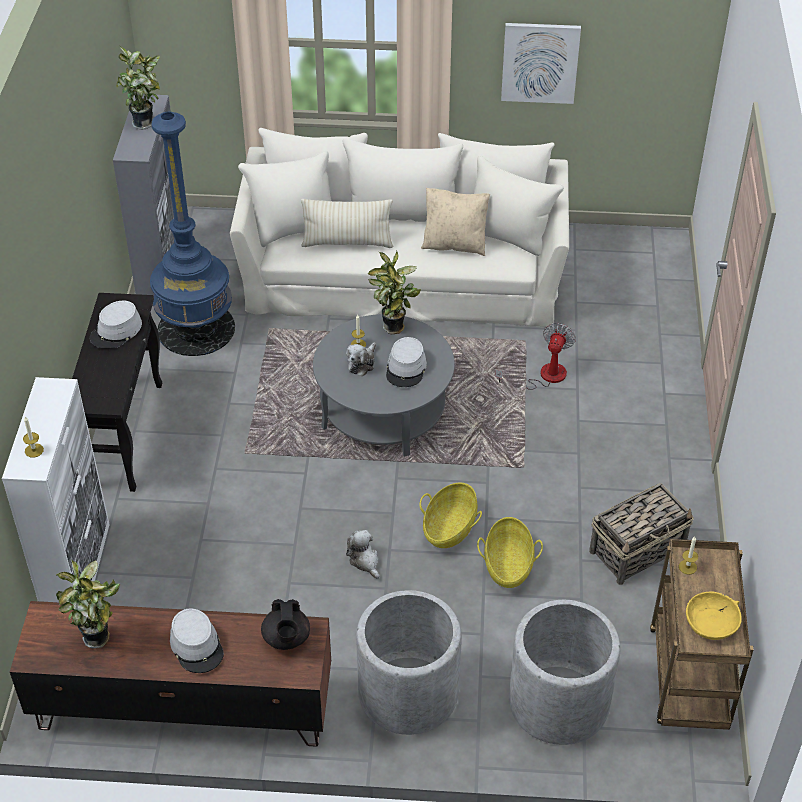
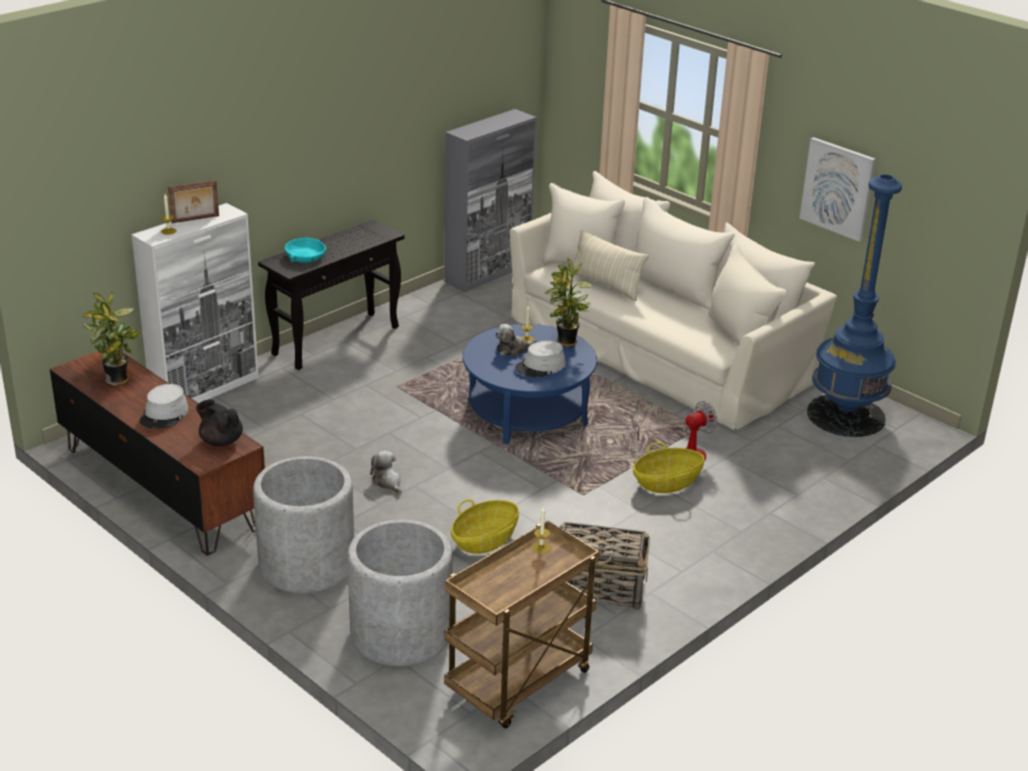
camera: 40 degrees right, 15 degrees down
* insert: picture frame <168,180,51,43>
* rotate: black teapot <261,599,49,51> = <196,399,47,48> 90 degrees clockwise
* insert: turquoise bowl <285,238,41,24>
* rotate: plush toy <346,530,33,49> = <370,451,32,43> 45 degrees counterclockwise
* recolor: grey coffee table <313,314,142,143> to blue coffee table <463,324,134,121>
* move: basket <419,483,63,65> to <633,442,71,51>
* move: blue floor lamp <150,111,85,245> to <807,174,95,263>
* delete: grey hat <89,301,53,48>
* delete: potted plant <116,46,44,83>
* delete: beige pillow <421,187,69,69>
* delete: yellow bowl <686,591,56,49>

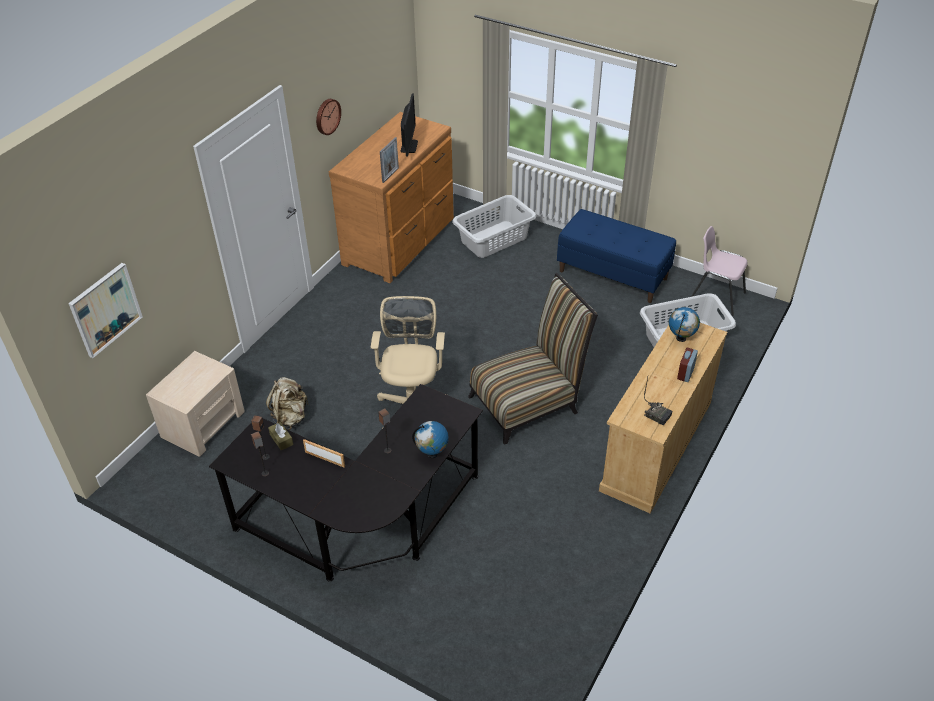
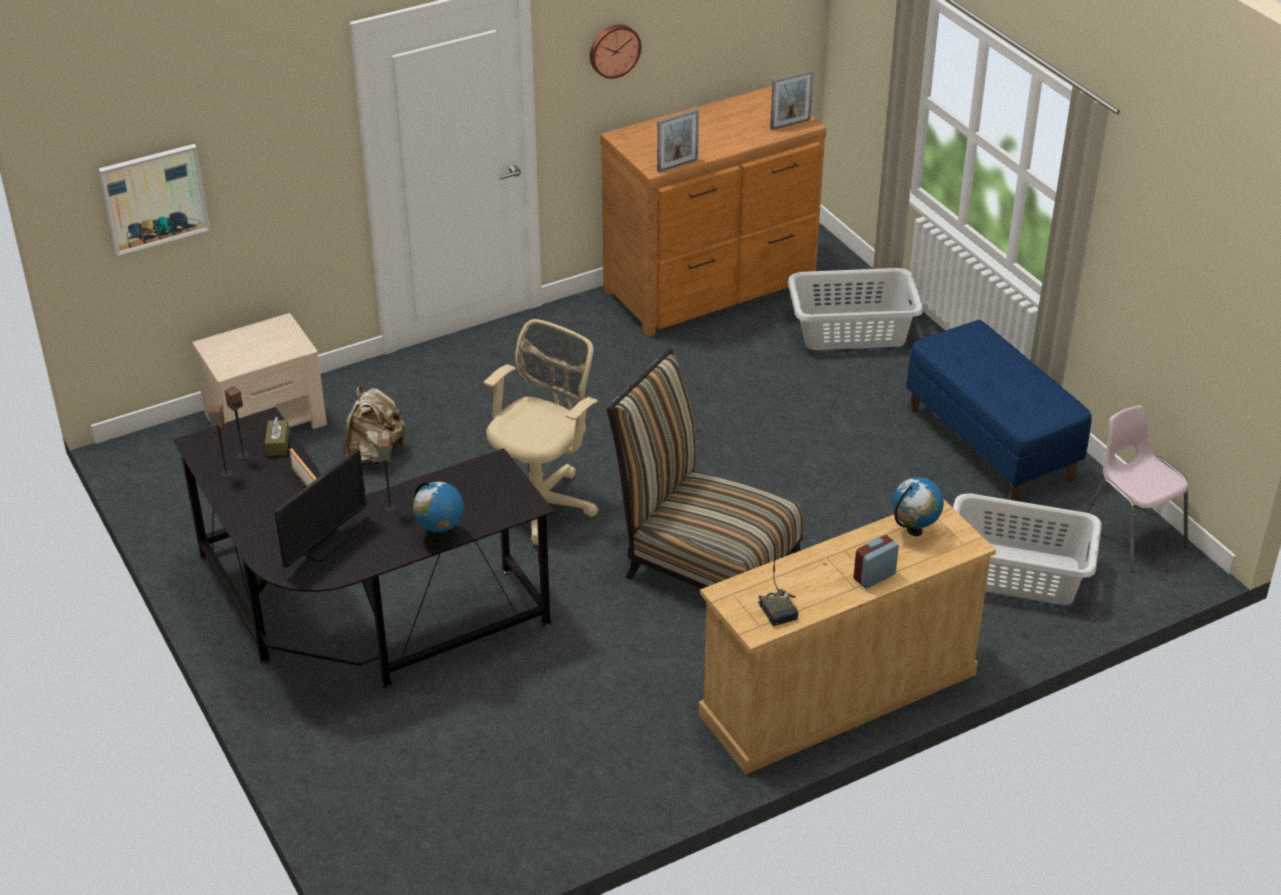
camera: 30 degrees right, 5 degrees down
* move: monitor <401,93,17,64> to <275,449,91,119>
* rotate: chair <468,273,130,172> = <606,348,198,241> 150 degrees counterclockwise
* insert: picture frame <770,70,44,60>

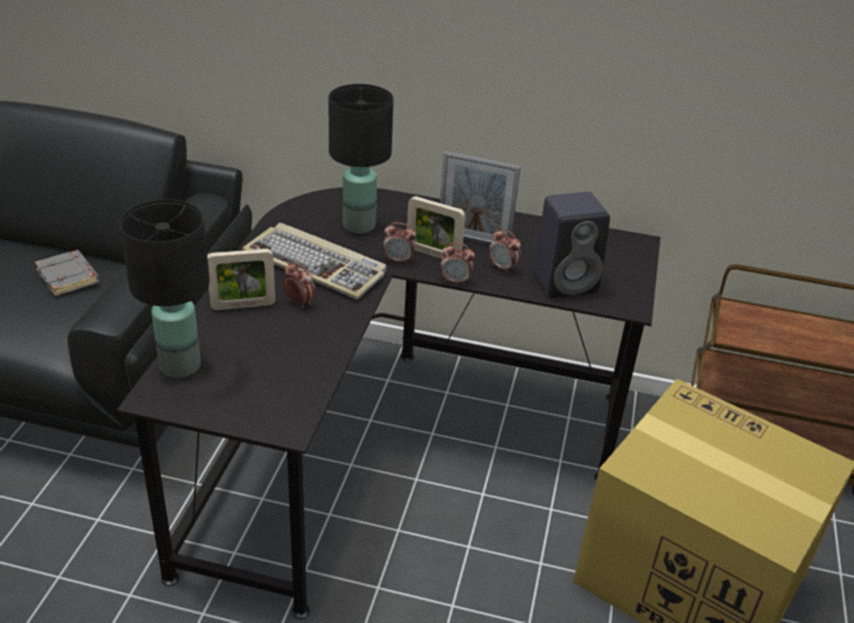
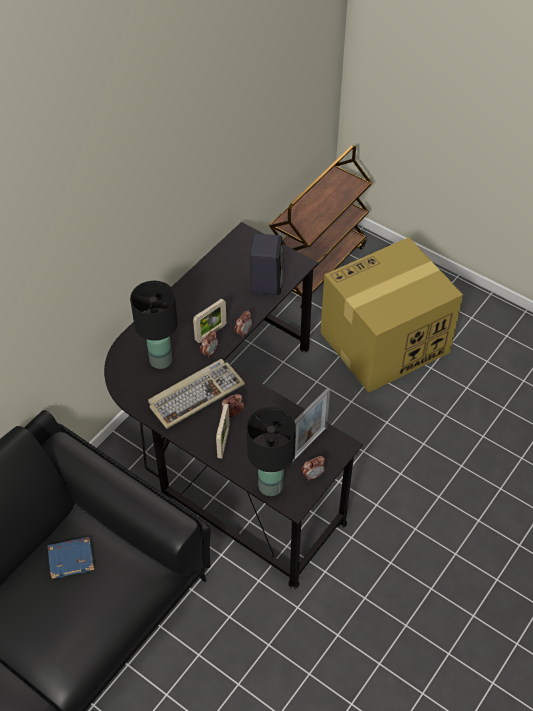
camera: 65 degrees left, 15 degrees up
* recolor: grey book <35,250,65,46> to blue book <48,537,46,42>
* move: picture frame <440,151,81,94> to <292,388,38,74>
* move: alarm clock <489,229,32,44> to <302,456,23,25>

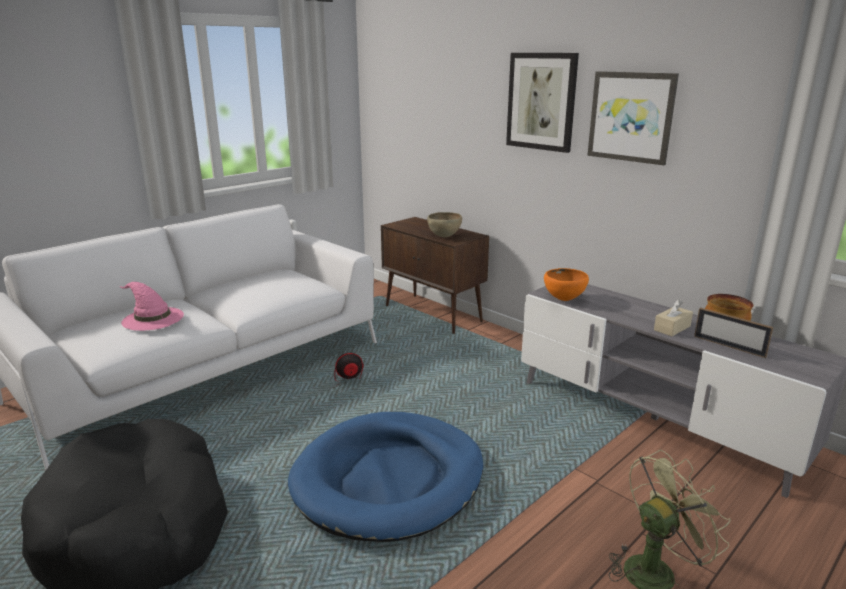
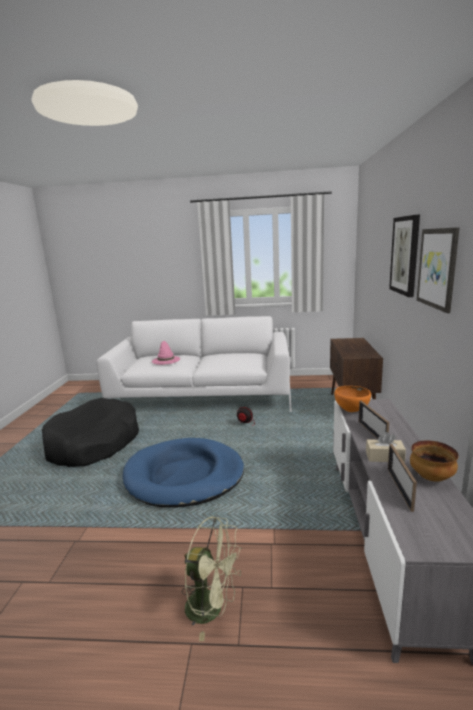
camera: 50 degrees right, 5 degrees down
* insert: picture frame <359,401,30,38>
* delete: brown bowl <427,212,35,25>

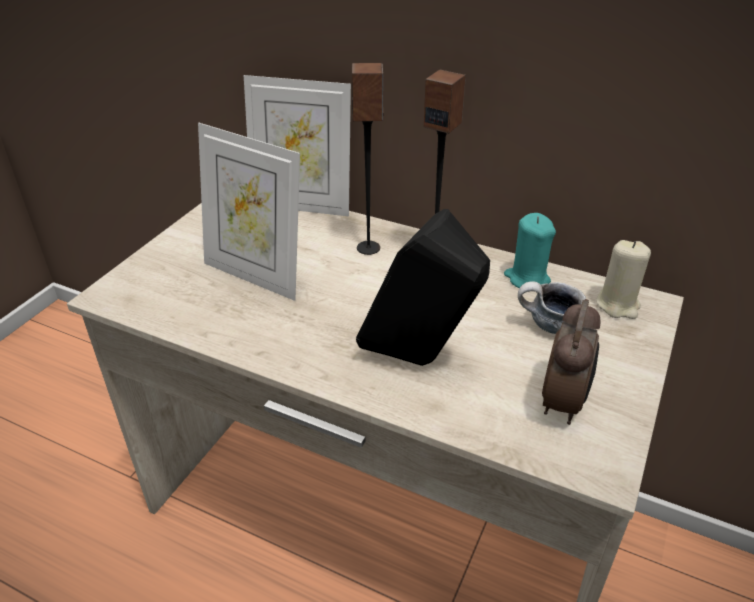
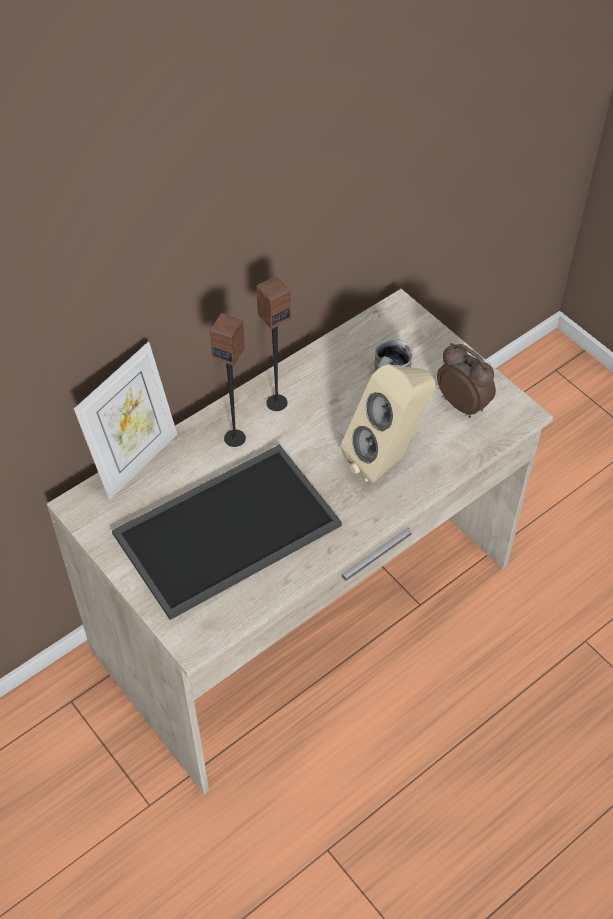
camera: 65 degrees left, 15 degrees up
* replace: picture frame <198,123,102,178> to tray <112,445,230,175>
* recolor: black speaker <356,209,134,157> to beige speaker <341,364,94,122>
* delete: turquoise candle <504,213,52,75>
* delete: beige candle <596,240,55,79>

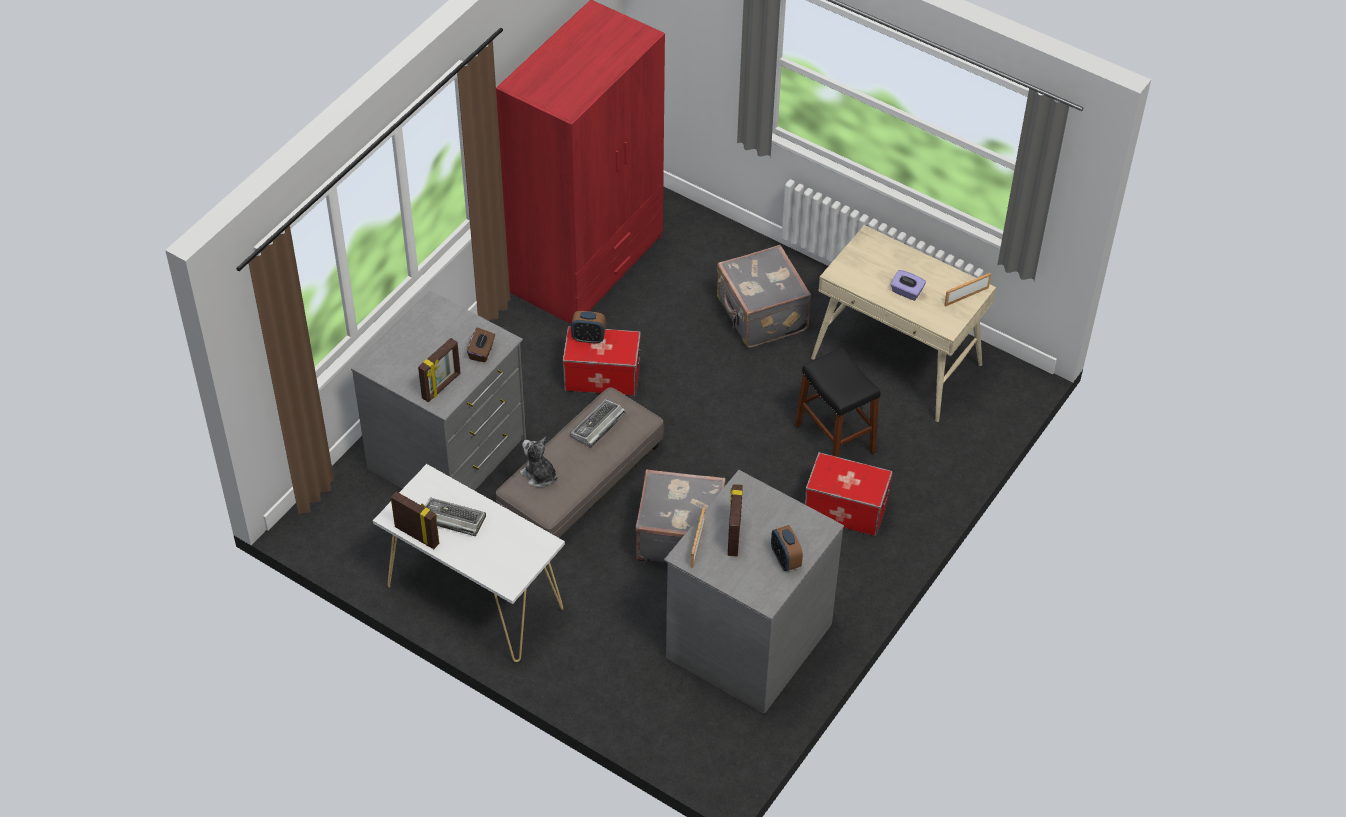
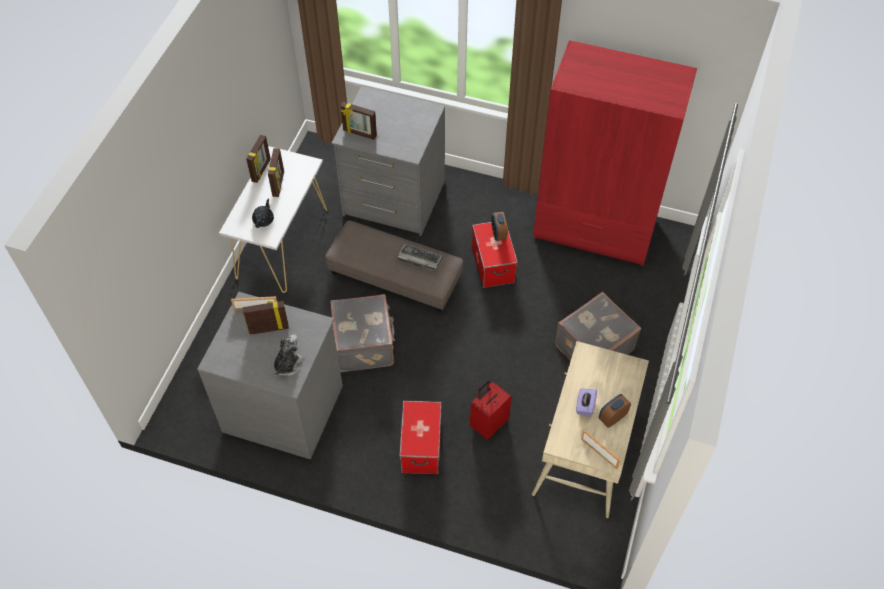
camera: 75 degrees right, 5 degrees up
* insert: black teapot <252,198,22,30>
* replace: keyboard <425,497,61,39> to picture frame <268,148,16,49>
* move: plush toy <520,437,38,51> to <274,334,30,42>
* replace: black stool <795,347,86,110> to red suitcase <470,380,42,60>
* move: alarm clock <771,525,32,46> to <599,394,32,34>
* delete: brown tissue box <467,327,28,35>

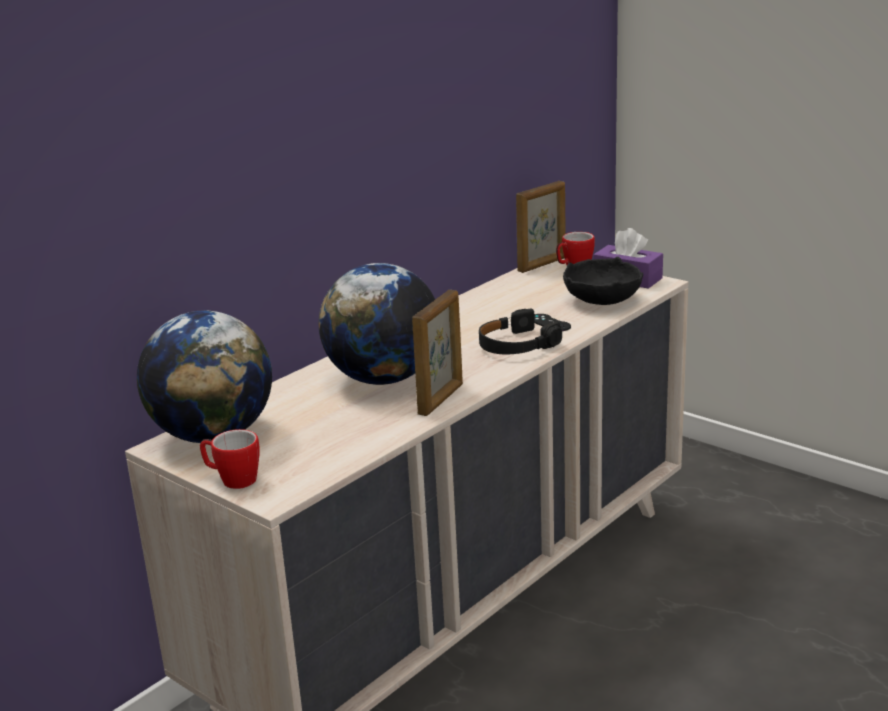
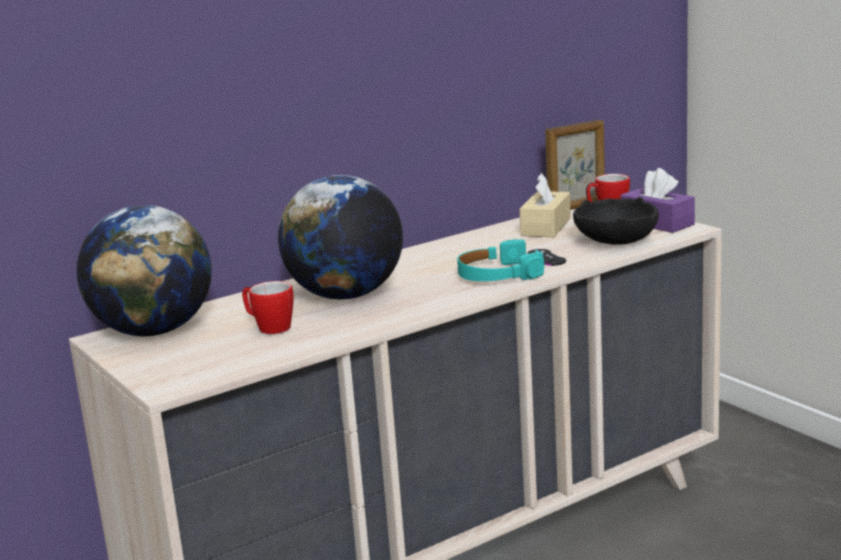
camera: 15 degrees right, 5 degrees down
* move: mug <200,429,60,60> to <242,281,52,53>
* recolor: black headphones <479,309,83,45> to turquoise headphones <457,239,87,42>
* insert: beige tissue box <520,173,51,64>
* delete: picture frame <412,290,51,126>

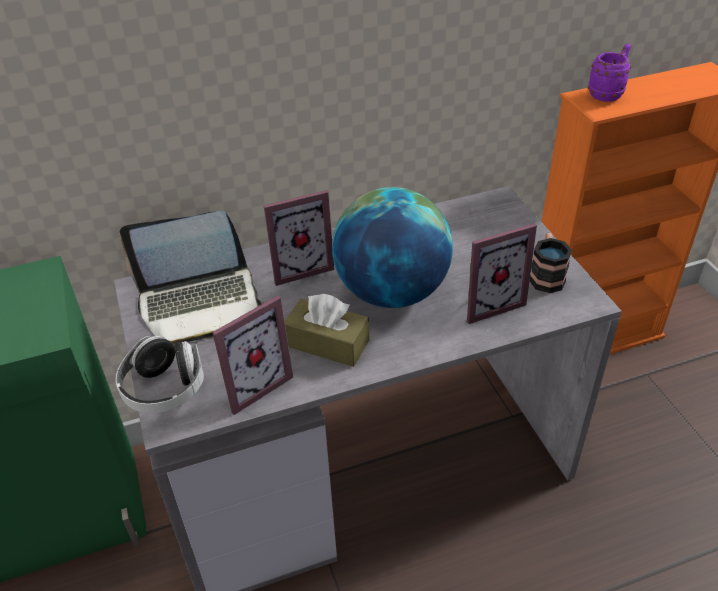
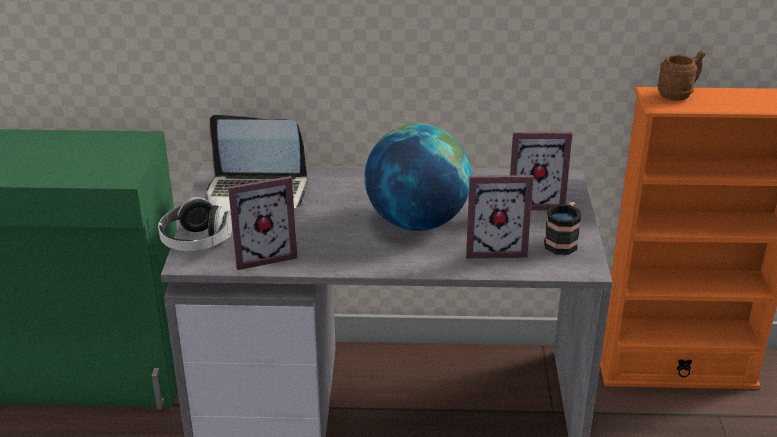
camera: 20 degrees right, 10 degrees down
* move: picture frame <264,190,71,96> to <510,132,63,79>
* recolor: purple mug <588,43,43,59> to brown mug <658,51,48,50>
* delete: brown tissue box <285,294,84,73>

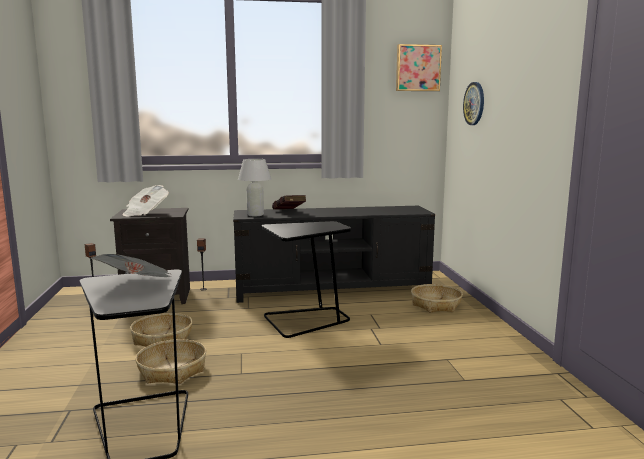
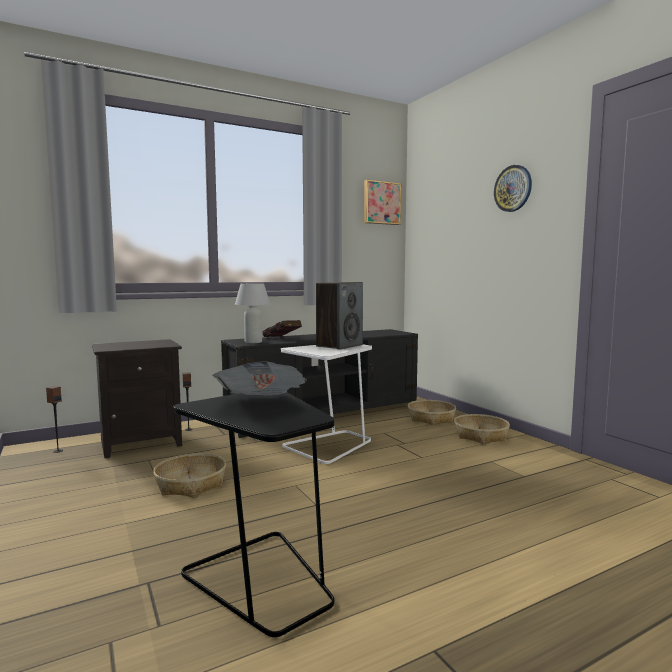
camera: 20 degrees left, 5 degrees down
* recolor: black side table <262,221,89,117> to white side table <281,345,91,119>
* insert: speaker <316,282,47,68>
* move: basket <135,339,71,45> to <454,414,56,30>
* move: wall clock <463,82,21,43> to <494,165,38,47>
* delete: newspaper <122,185,47,31>

